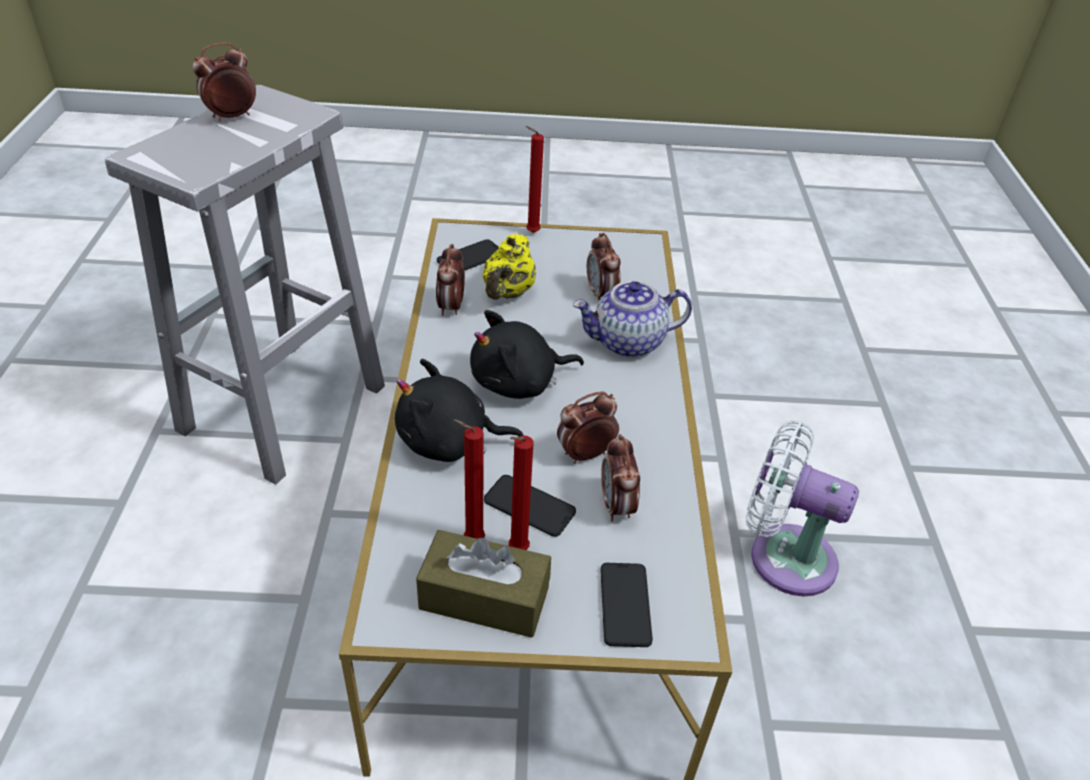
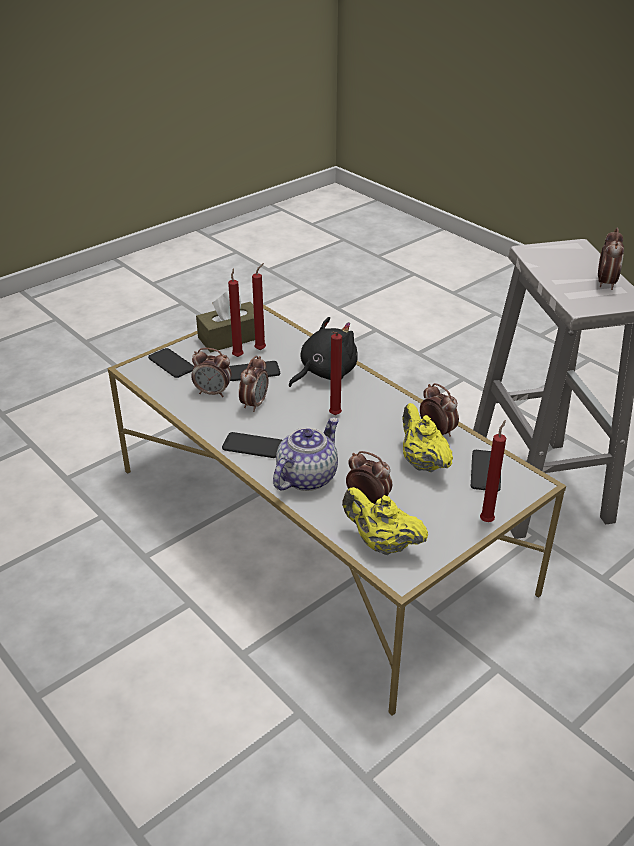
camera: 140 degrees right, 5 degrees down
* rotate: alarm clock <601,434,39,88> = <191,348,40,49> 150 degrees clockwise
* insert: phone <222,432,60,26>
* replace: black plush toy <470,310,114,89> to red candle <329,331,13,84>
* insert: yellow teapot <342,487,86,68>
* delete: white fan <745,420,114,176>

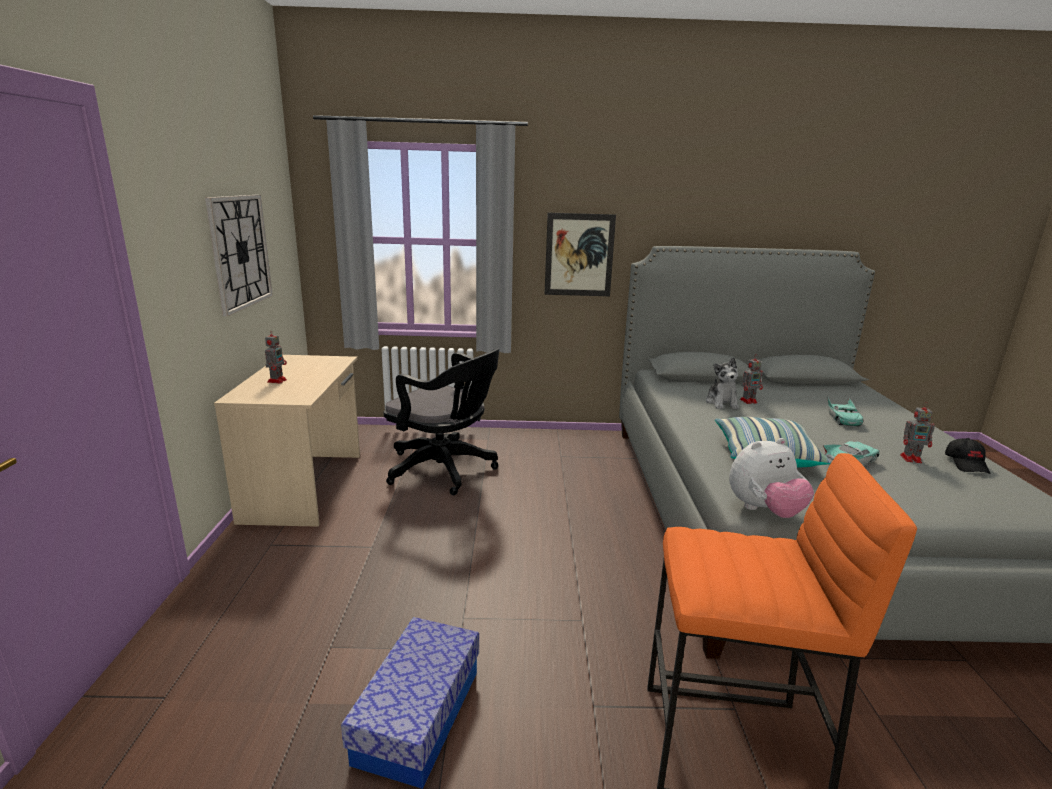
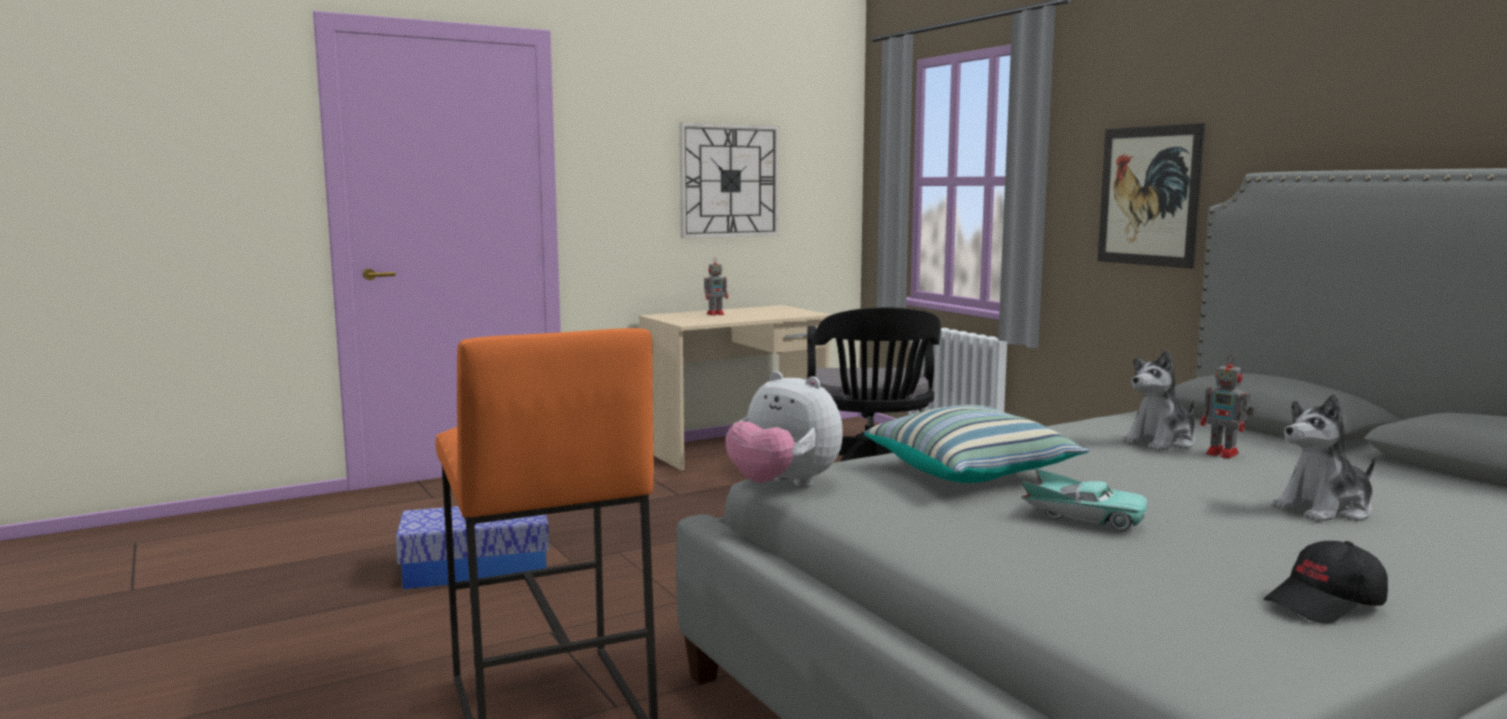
camera: 60 degrees right, 10 degrees down
* replace: turquoise toy car <827,396,36,31> to plush toy <1272,394,104,128>
* delete: toy robot <900,402,35,61>

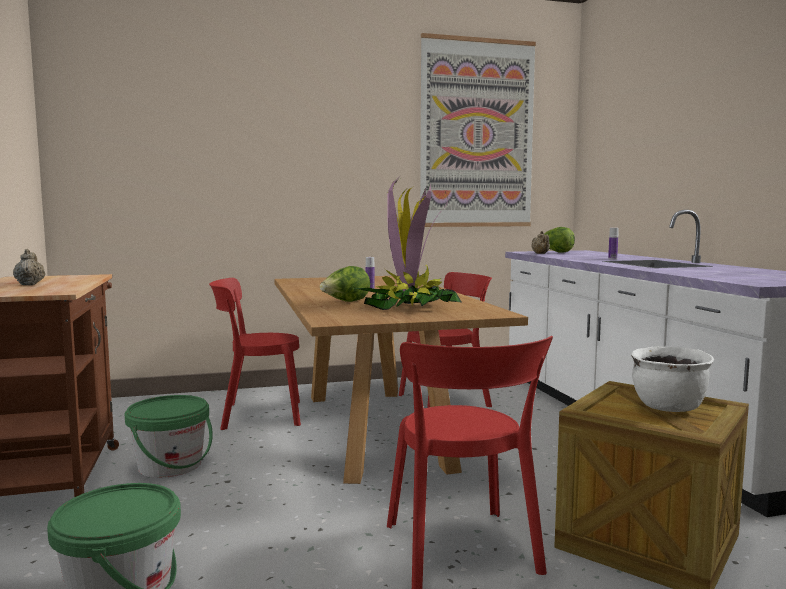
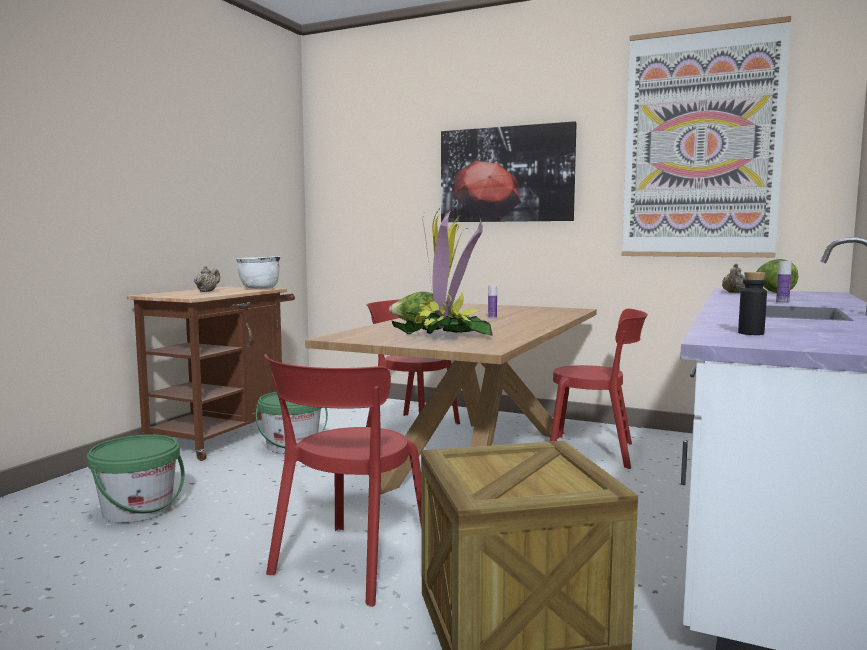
camera: 40 degrees right, 0 degrees up
* move: white cooking pot <631,346,83,66> to <236,256,44,33>
* insert: picture <441,121,136,101>
* insert: black bottle <738,272,29,63>

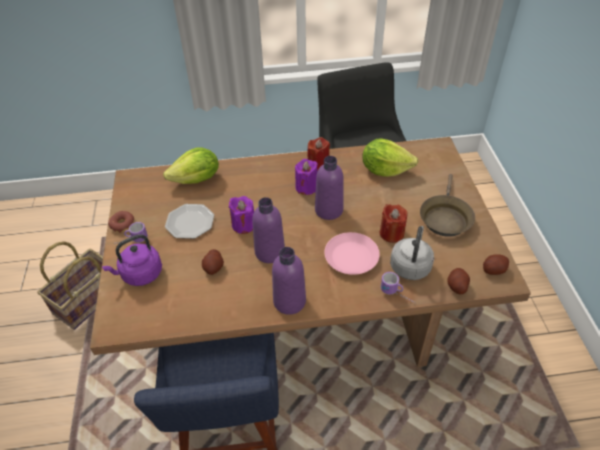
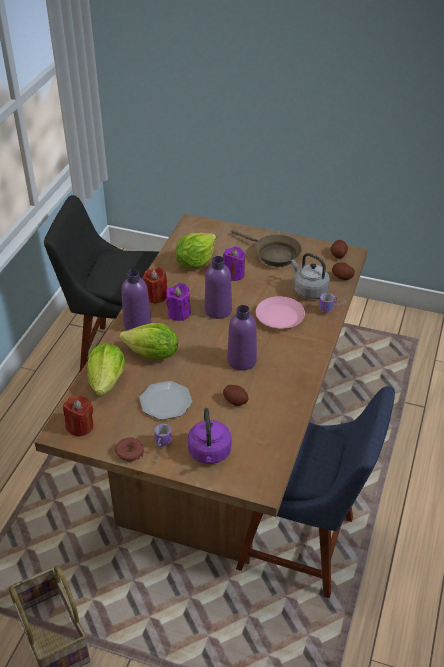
camera: 65 degrees left, 5 degrees down
* move: red candle <380,204,27,39> to <63,395,30,41>
* insert: lettuce <120,323,58,37>
* move: purple bottle <272,247,34,68> to <121,269,31,61>
* move: purple candle <229,196,25,38> to <223,246,23,35>

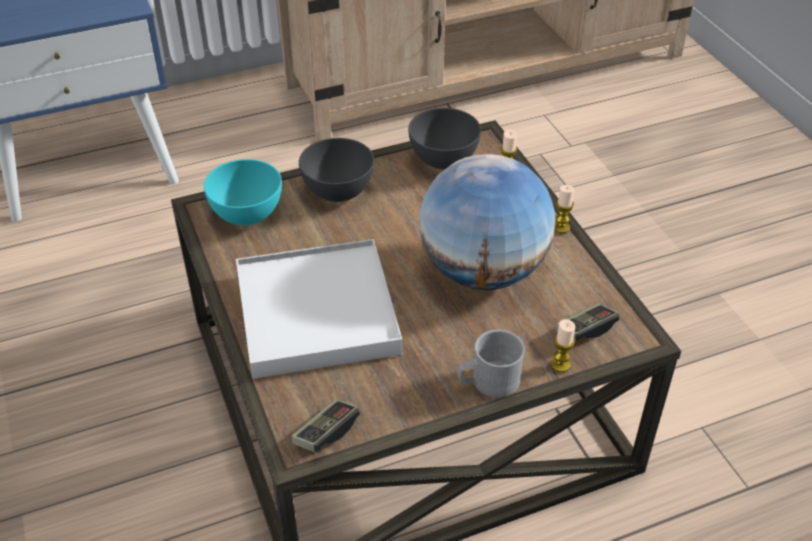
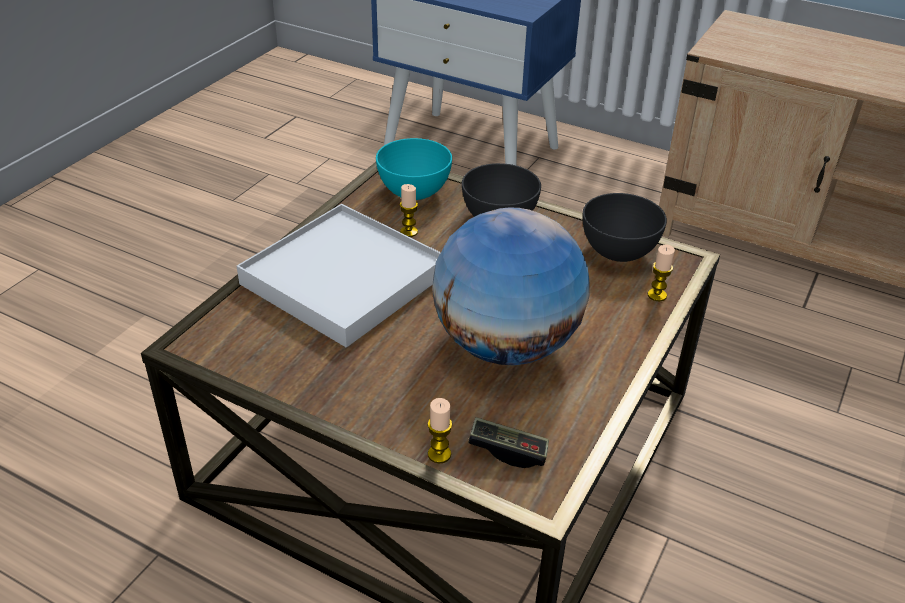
camera: 50 degrees right, 5 degrees down
* move: candle <555,185,19,48> to <400,184,18,53>
* delete: game controller <291,399,69,53>
* delete: grey mug <458,330,67,68>

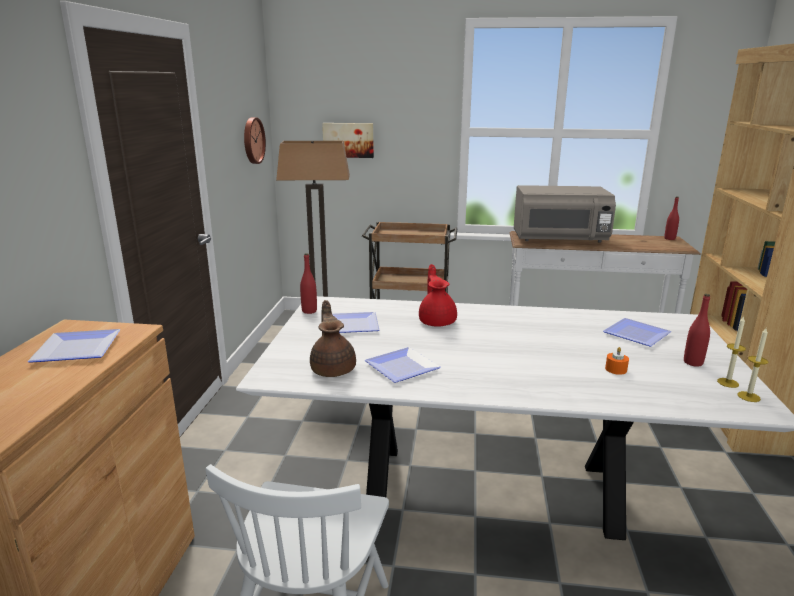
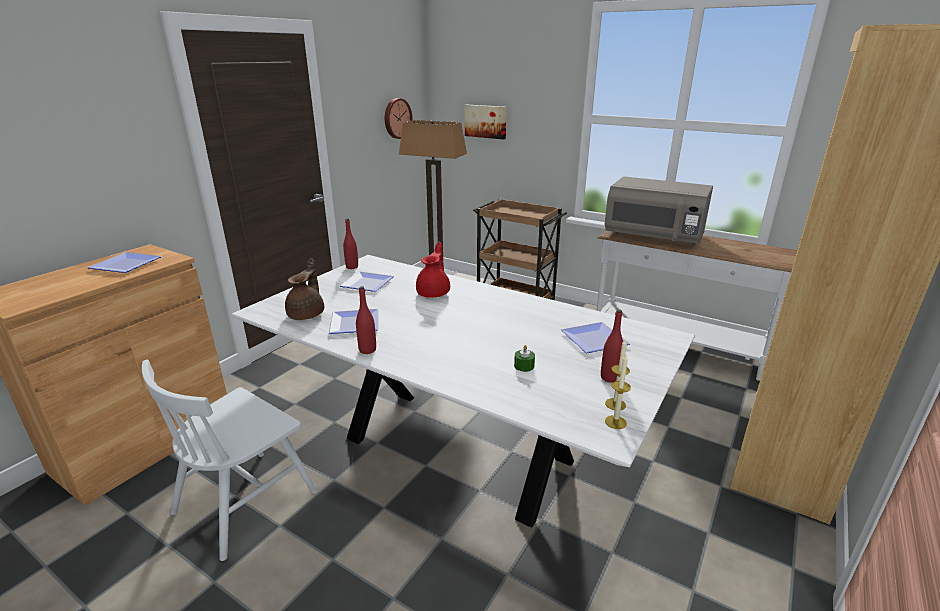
camera: 25 degrees right, 5 degrees up
* move: red bottle <664,197,15,43> to <356,286,20,68>
* recolor: orange candle <605,347,24,28> to green candle <514,345,21,27>

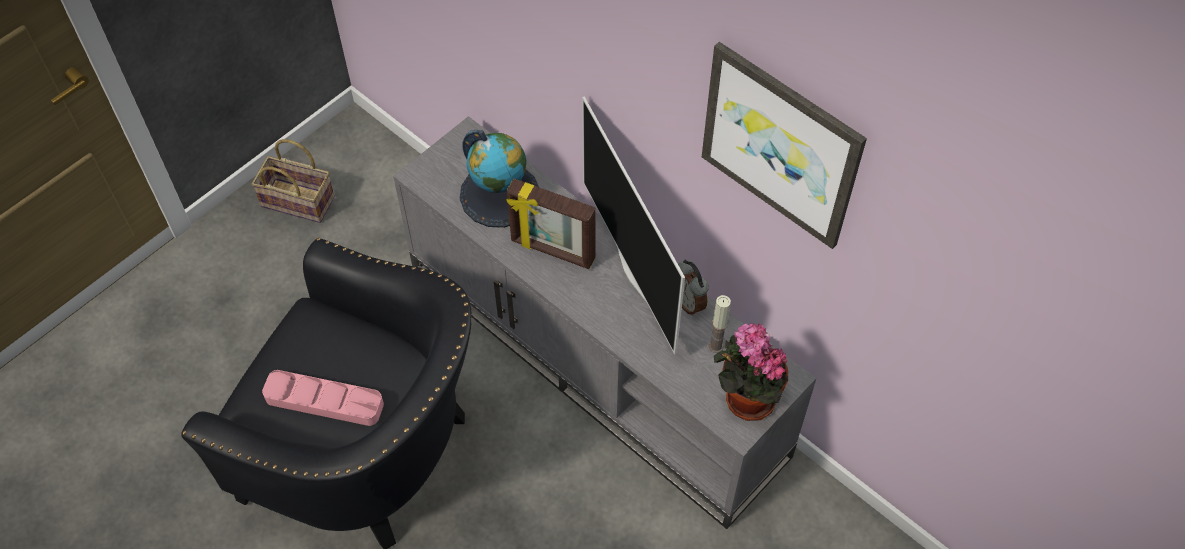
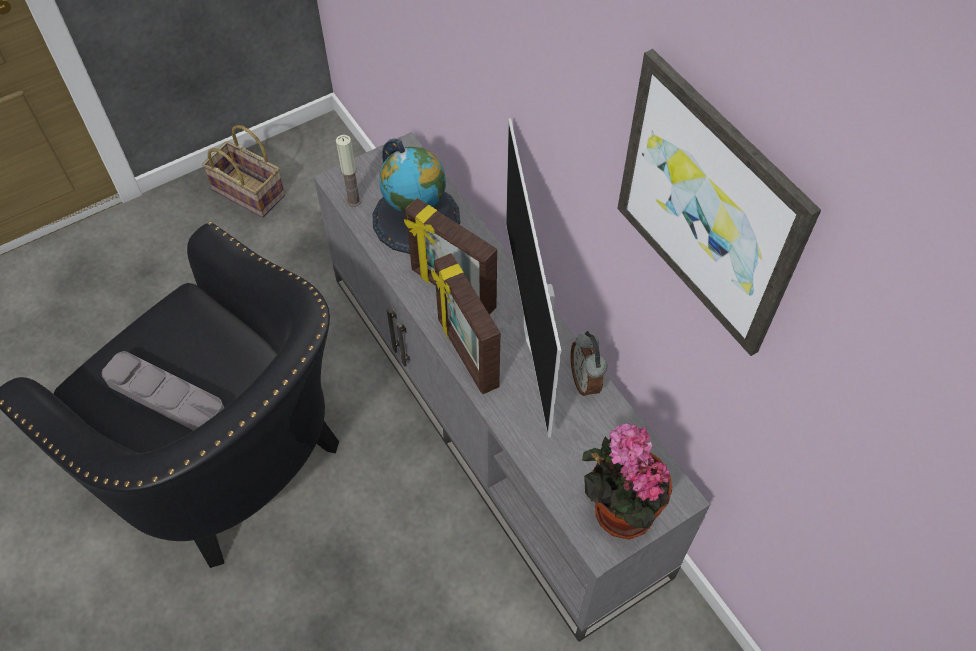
camera: 15 degrees right, 0 degrees up
* recolor: pink tray <262,370,122,56> to grey tray <102,351,122,80>
* move: candle <709,295,22,58> to <336,135,26,72>
* insert: picture frame <431,253,69,141>

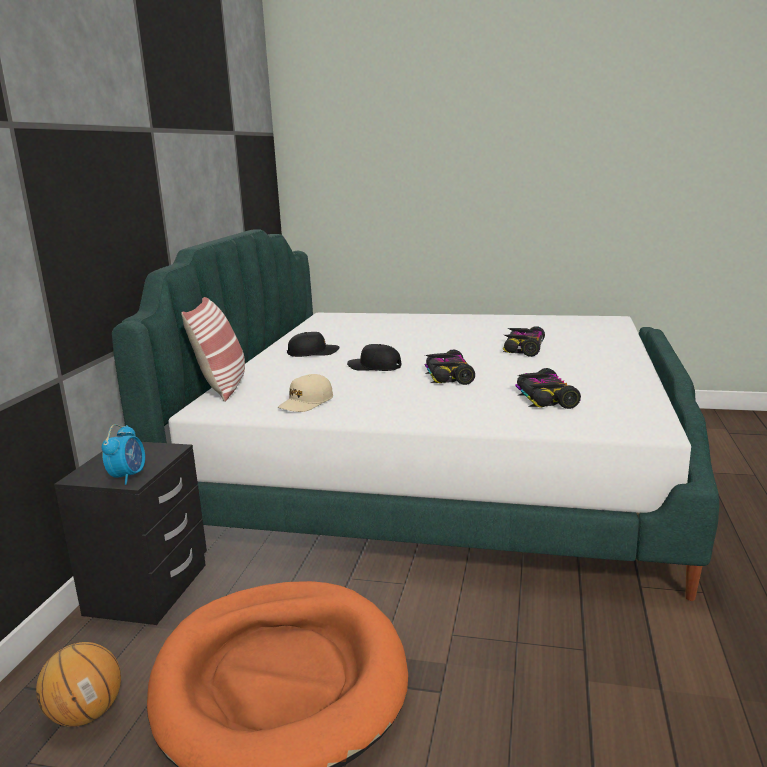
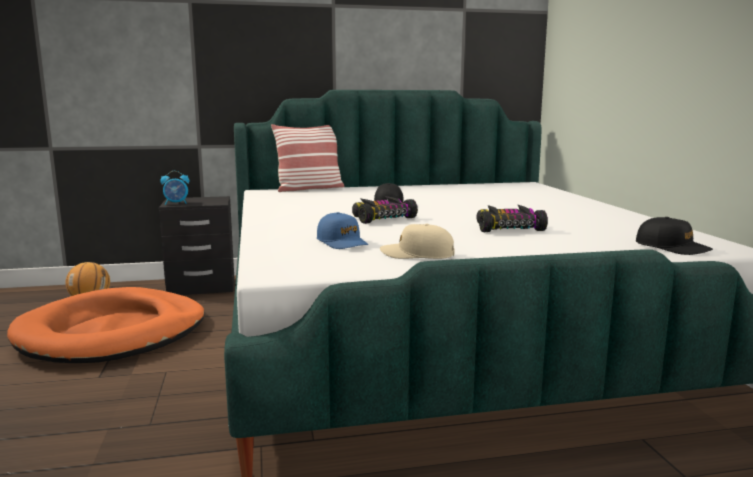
camera: 65 degrees right, 5 degrees down
* replace: toy car <515,368,66,41> to blue cap <317,212,51,37>
* move: beige cap <278,374,55,38> to <380,224,75,35>
* move: black cap <287,332,52,25> to <636,217,77,38>

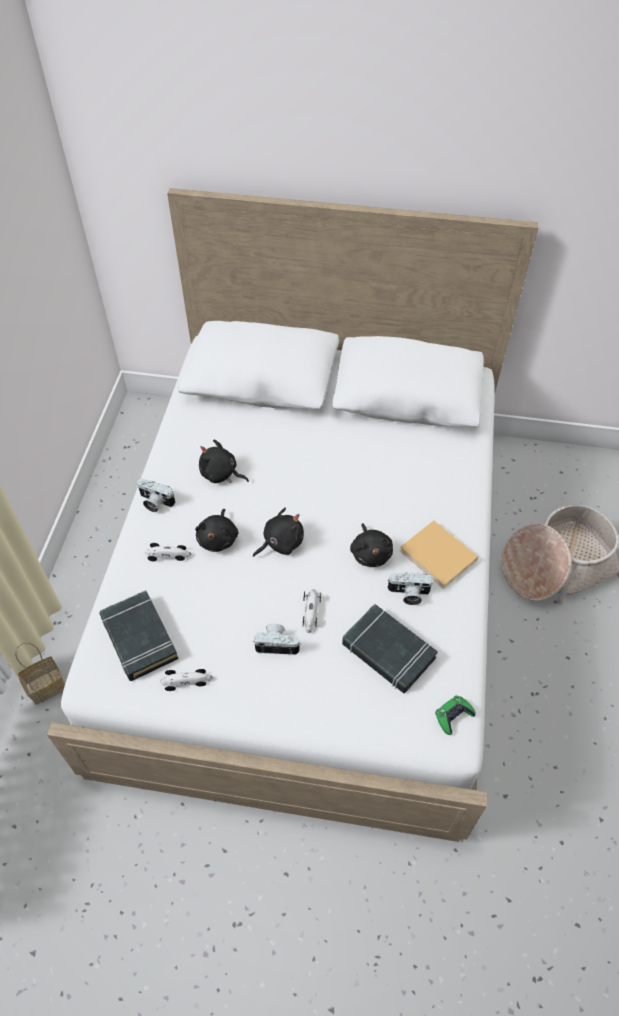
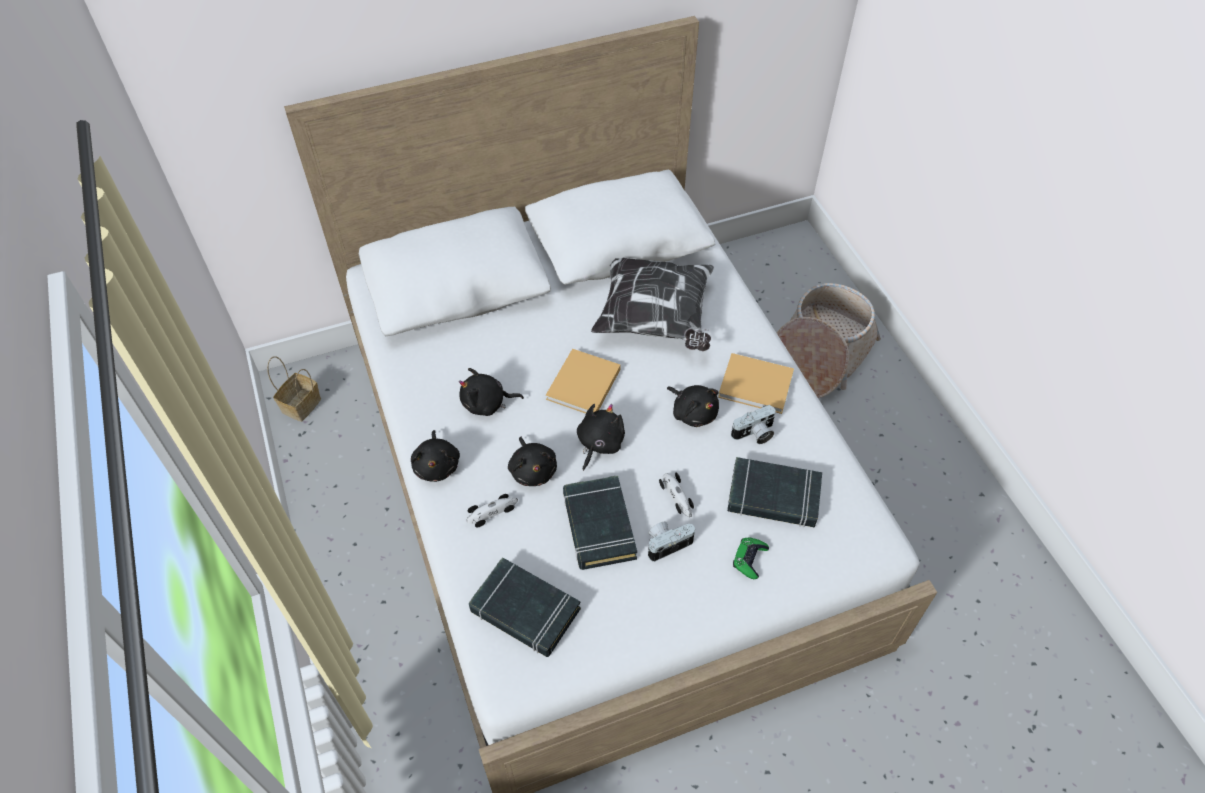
camera: 30 degrees left, 0 degrees up
* move: basket <15,643,50,62> to <267,356,54,66>
* replace: photo camera <137,478,38,34> to black plush toy <411,430,49,52>
* insert: beige book <546,349,75,65>
* insert: black book <563,475,74,95>
* insert: pillow <591,258,123,93>
* move: green game controller <435,695,41,40> to <733,538,36,41>
* delete: toy car <160,669,53,22>

